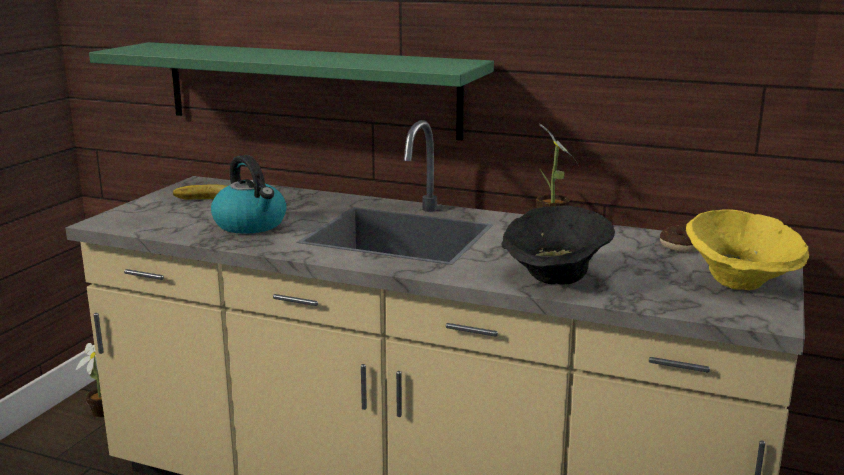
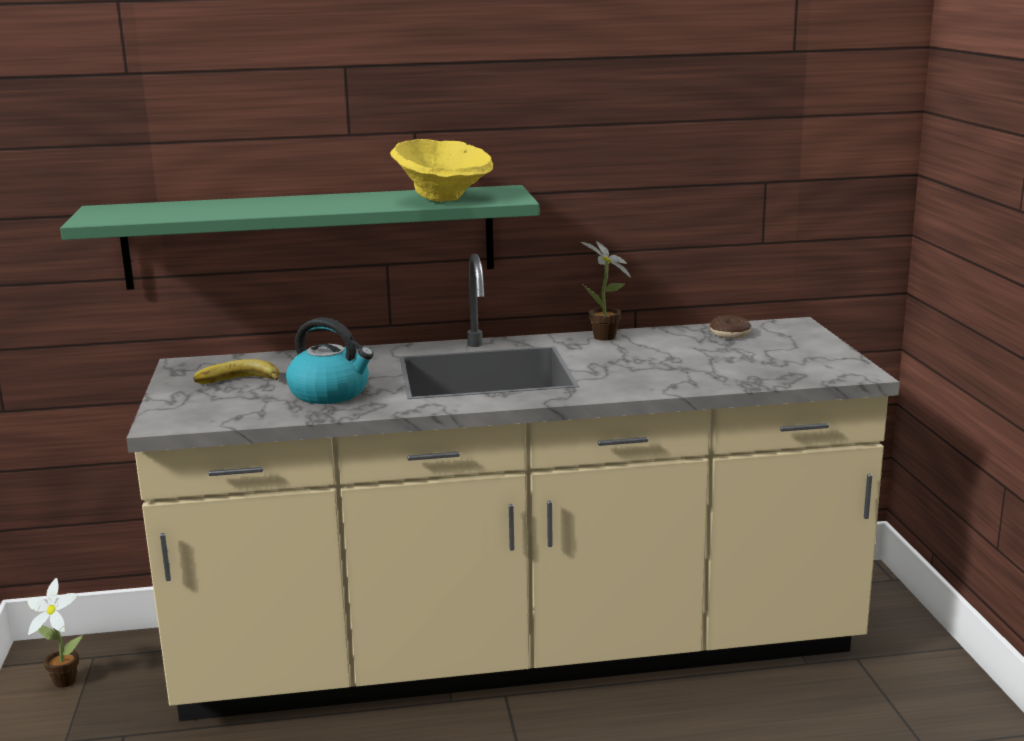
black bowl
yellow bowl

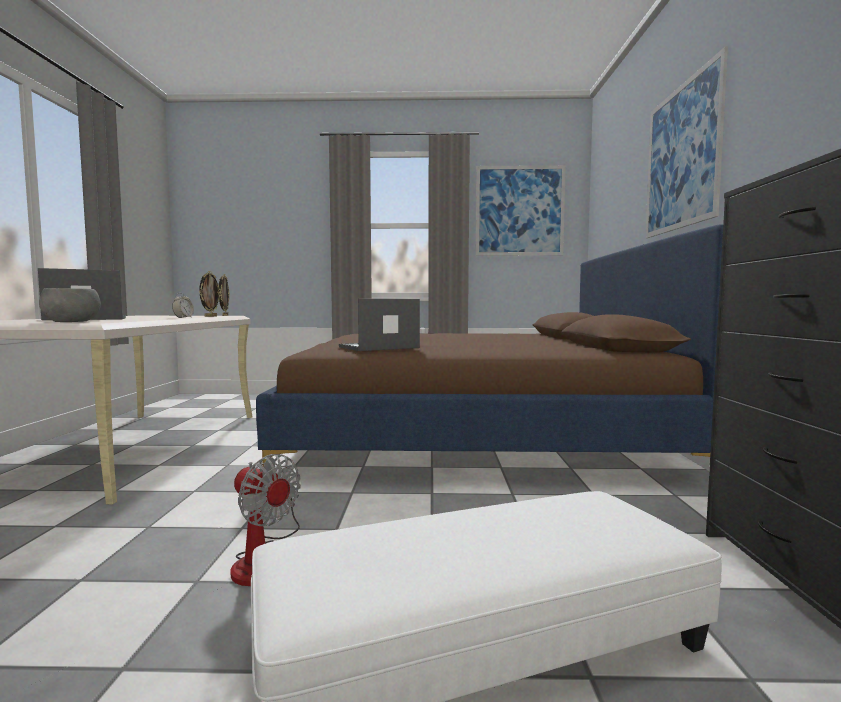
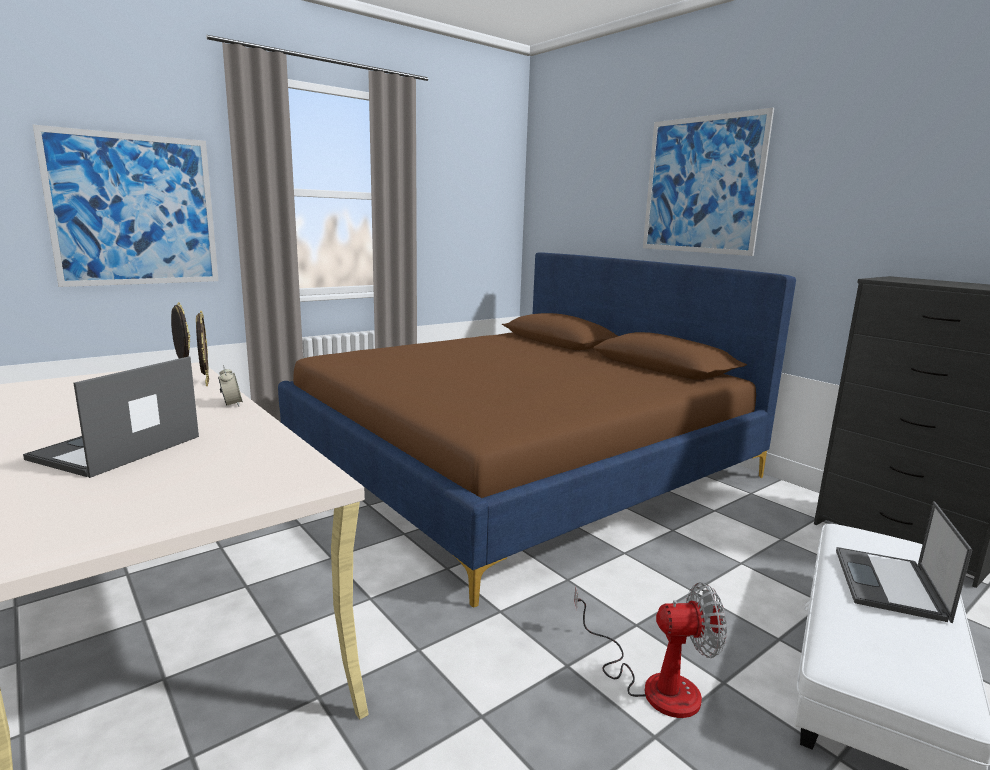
picture (1st from left)
grey bowl
laptop (2nd from left)

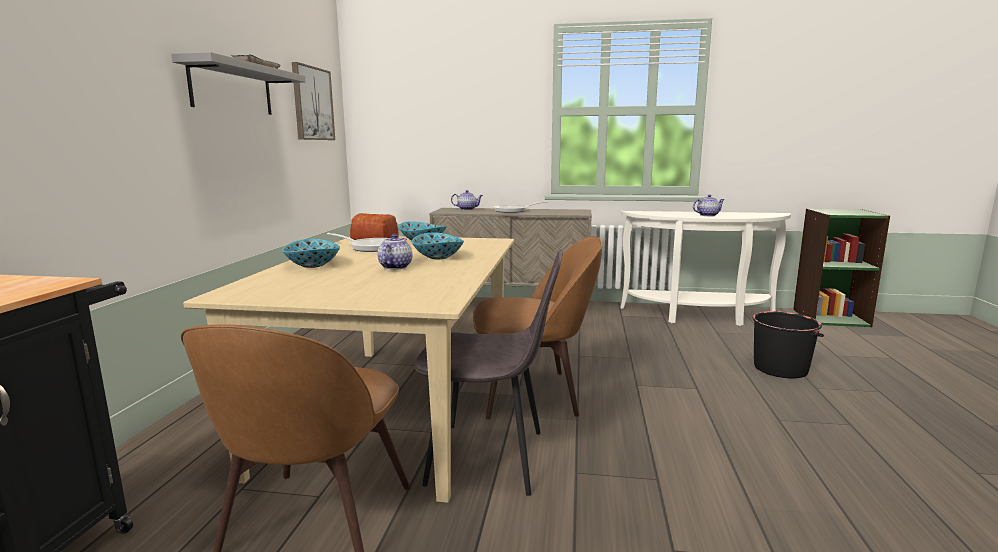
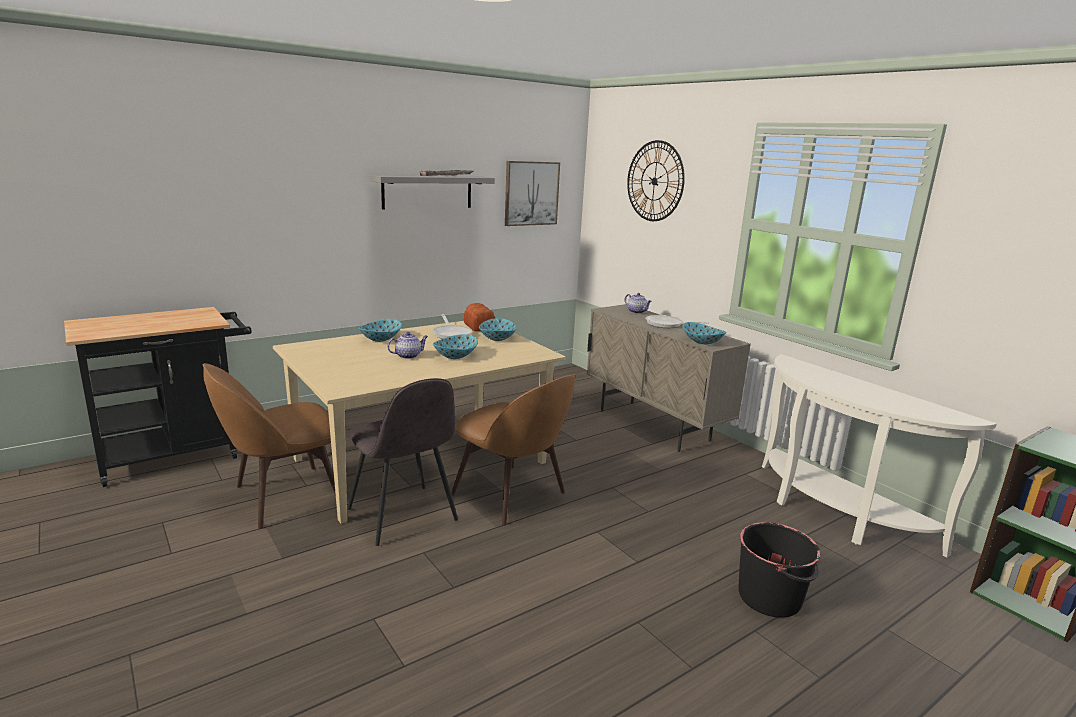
teapot (3rd from left in the first image)
wall clock
bowl (4th from left)

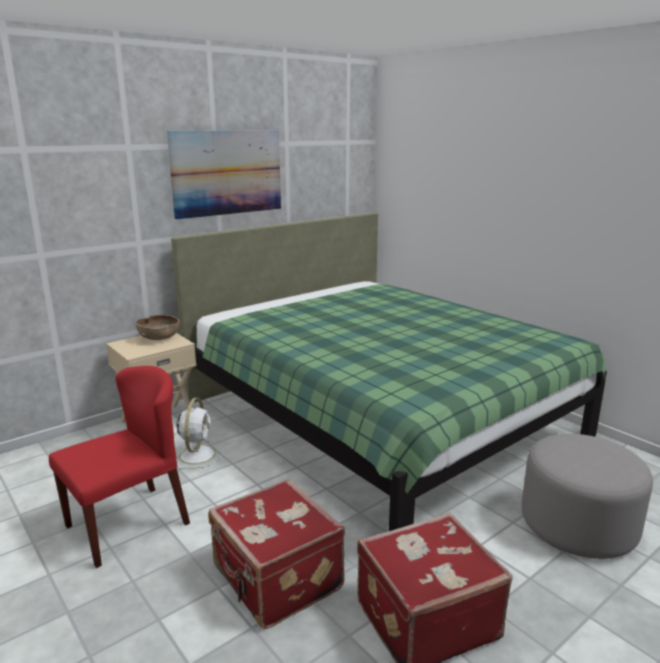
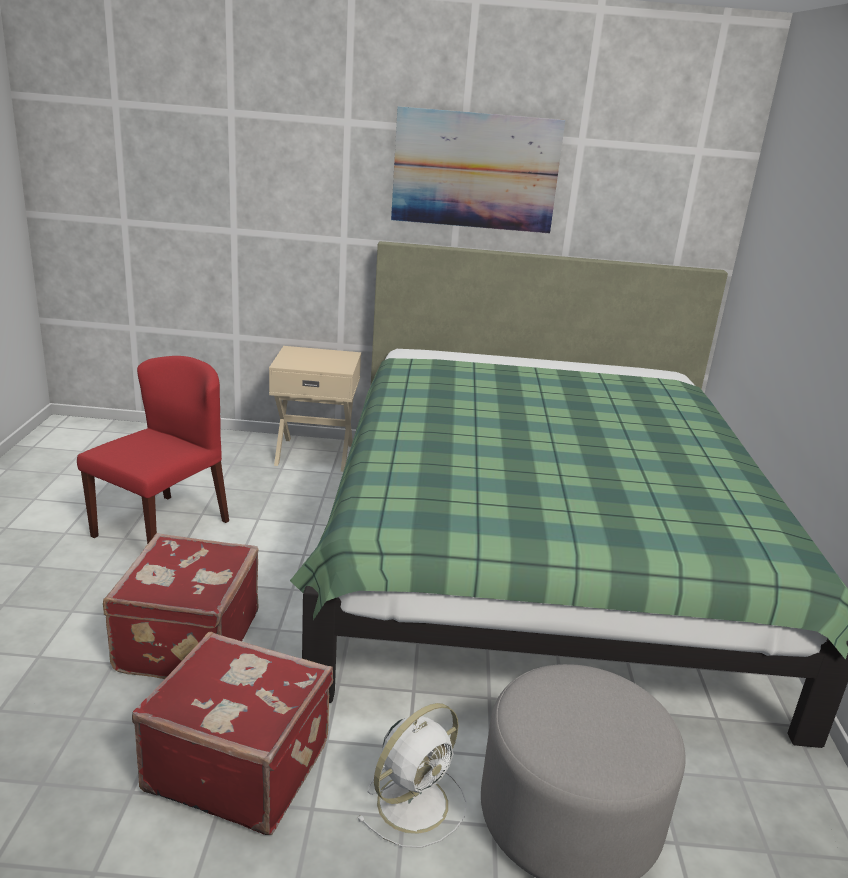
brown bowl
red chair
white fan

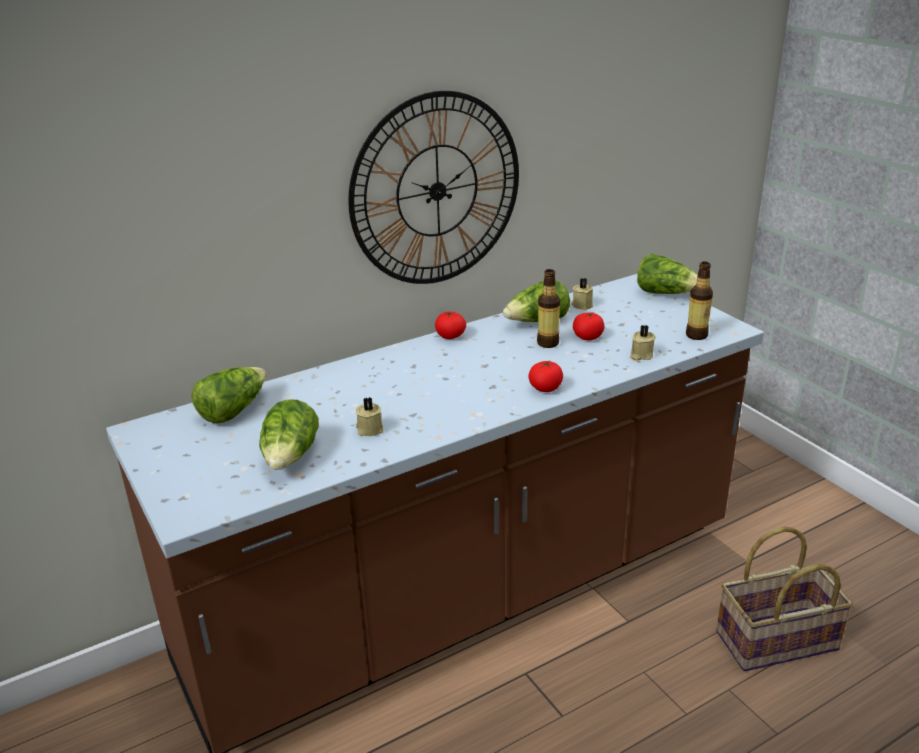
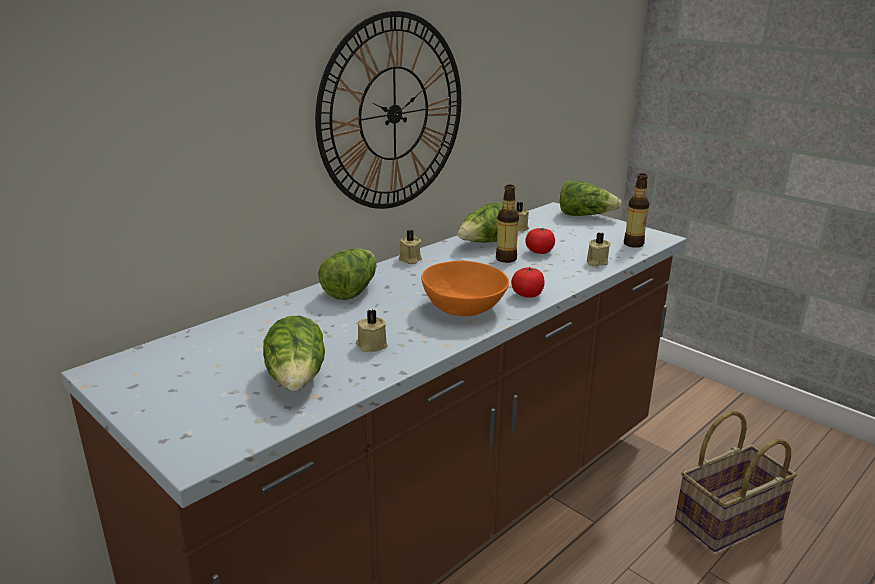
beige candle (2nd from left)
lettuce (2nd from left)
orange bowl

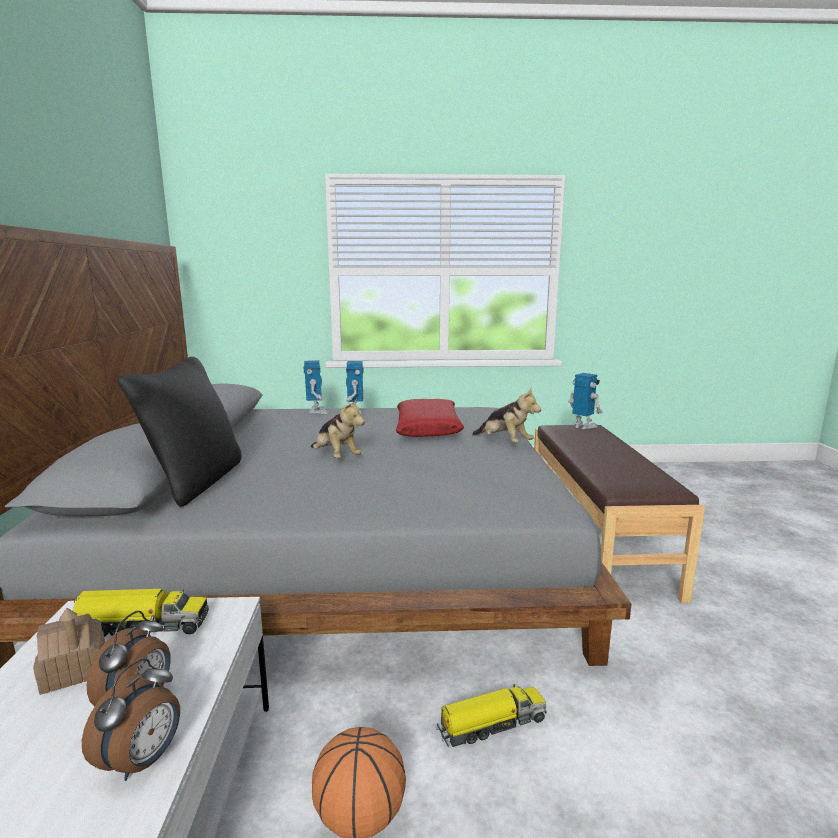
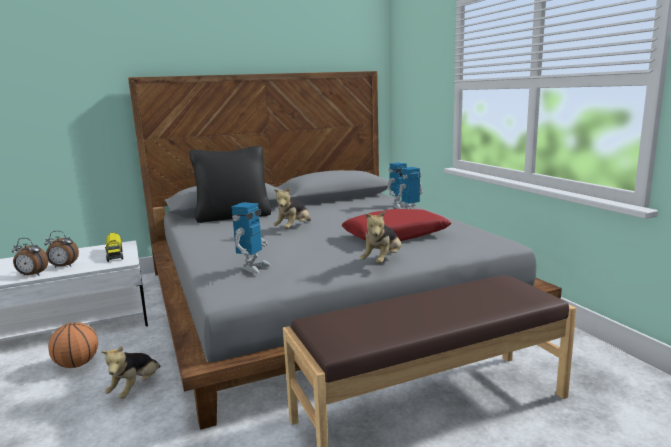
toy robot (1st from left)
toy house
plush toy (1st from left)

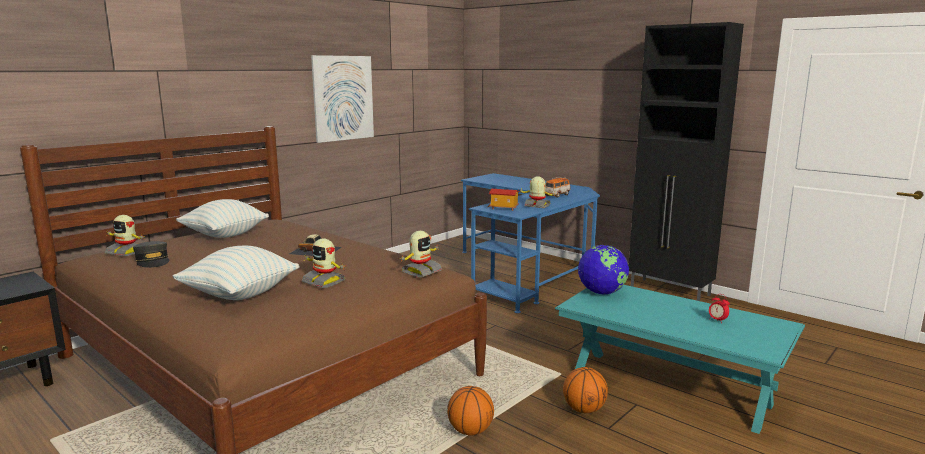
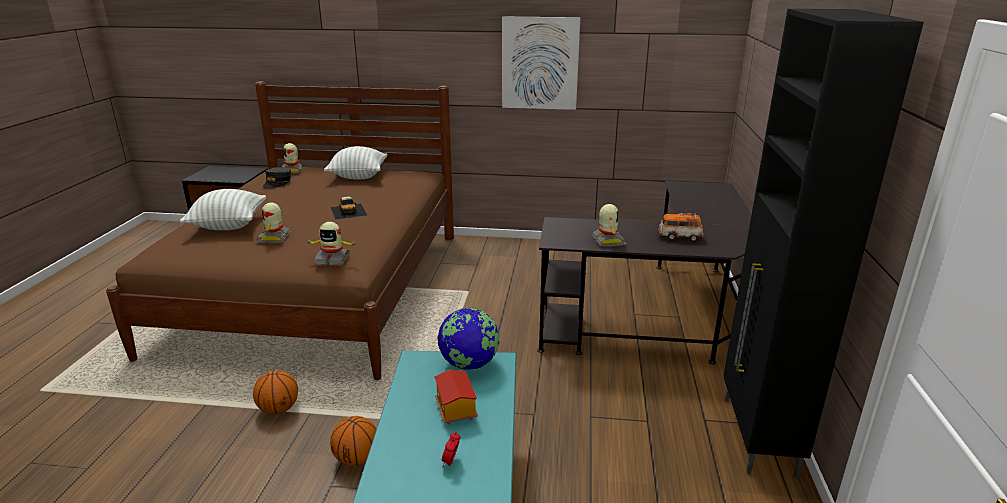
black desk
toy house

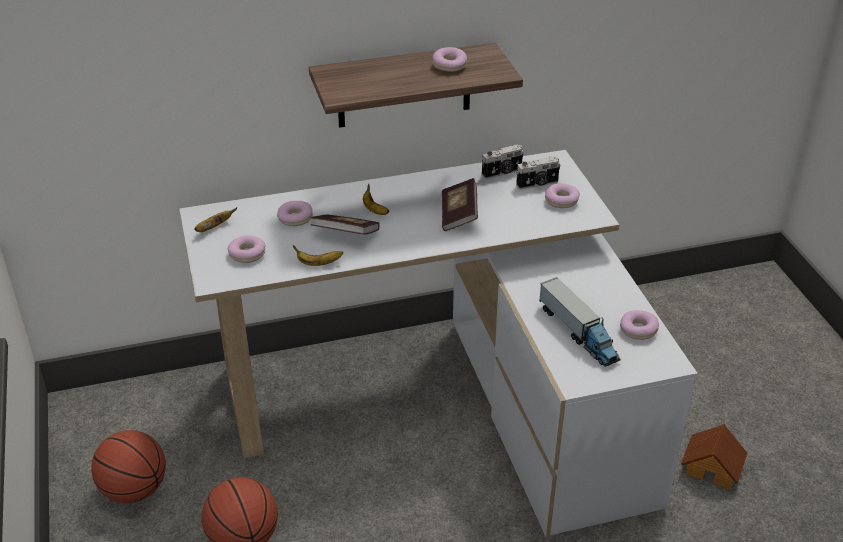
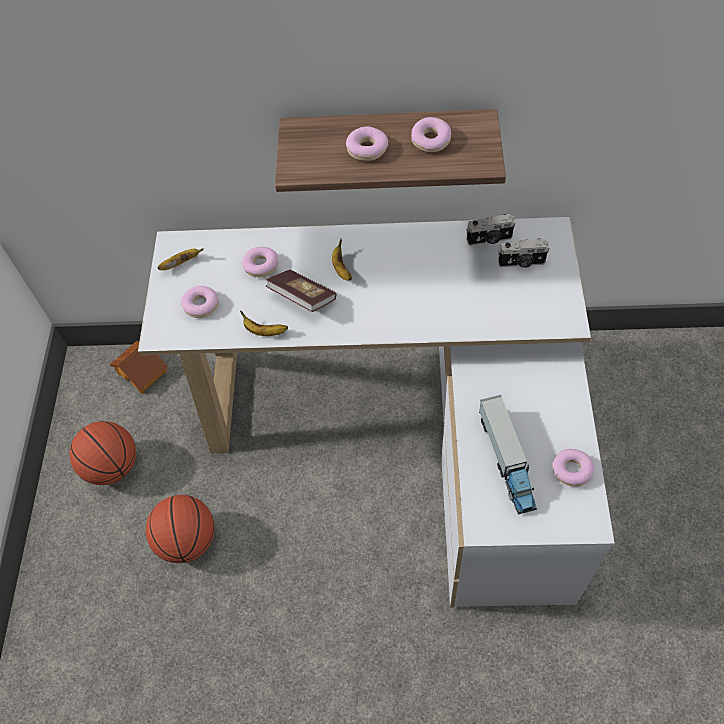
book (2nd from left in the first image)
donut (3rd from left)
toy house

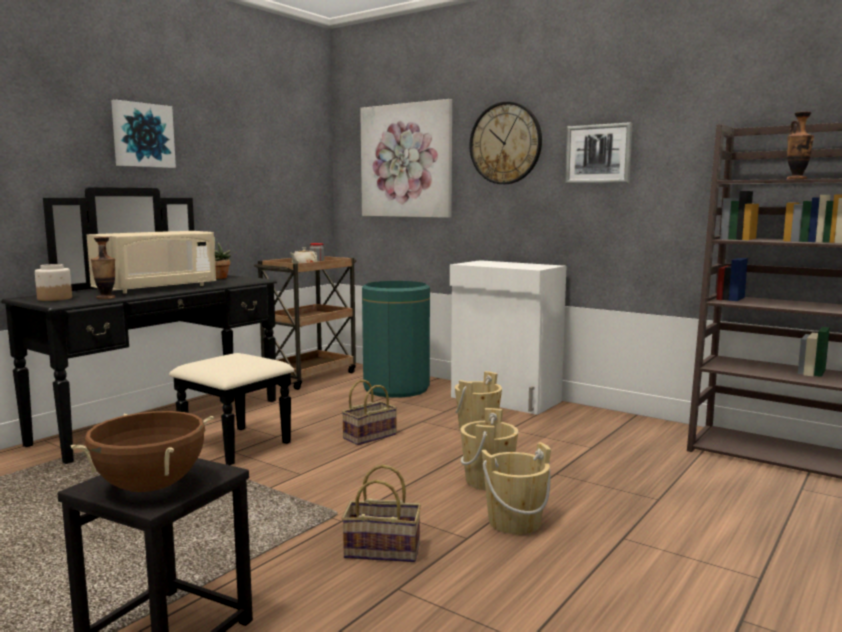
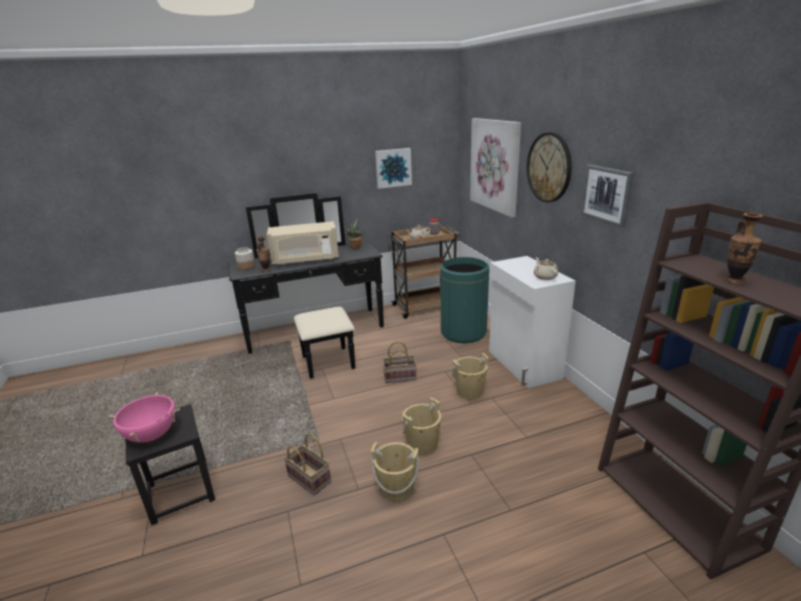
picture (1st from left)
pink cooking pot
beige teapot (2nd from left)

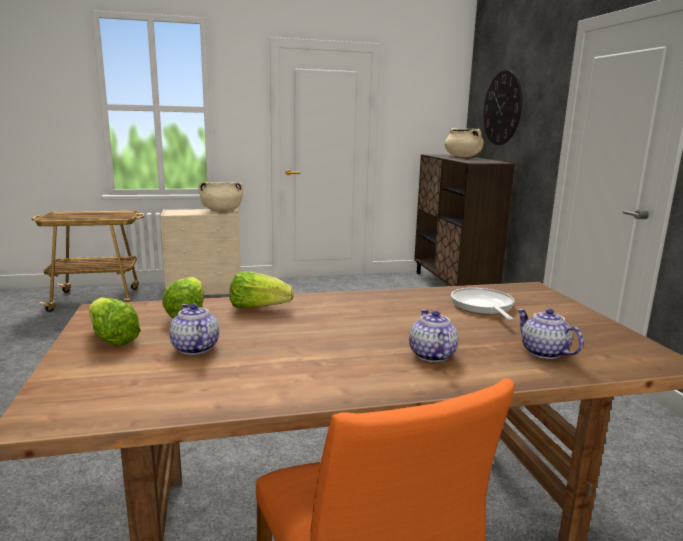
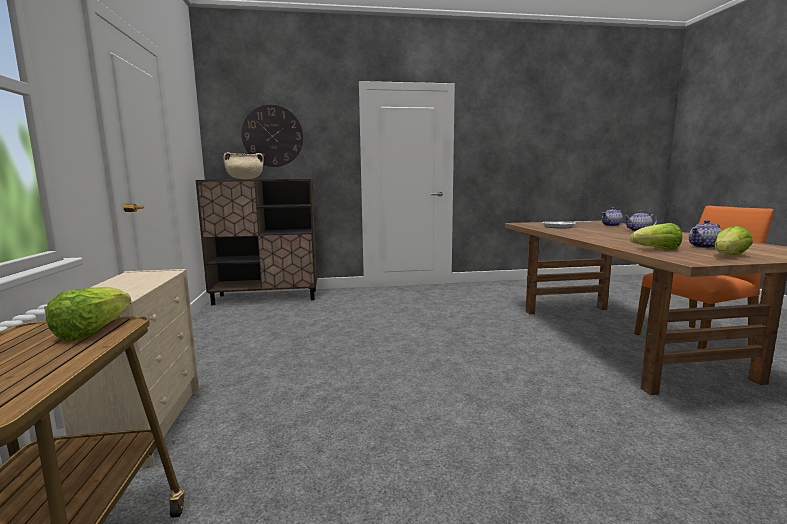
beige cooking pot (1st from left in the first image)
lettuce (1st from left)

